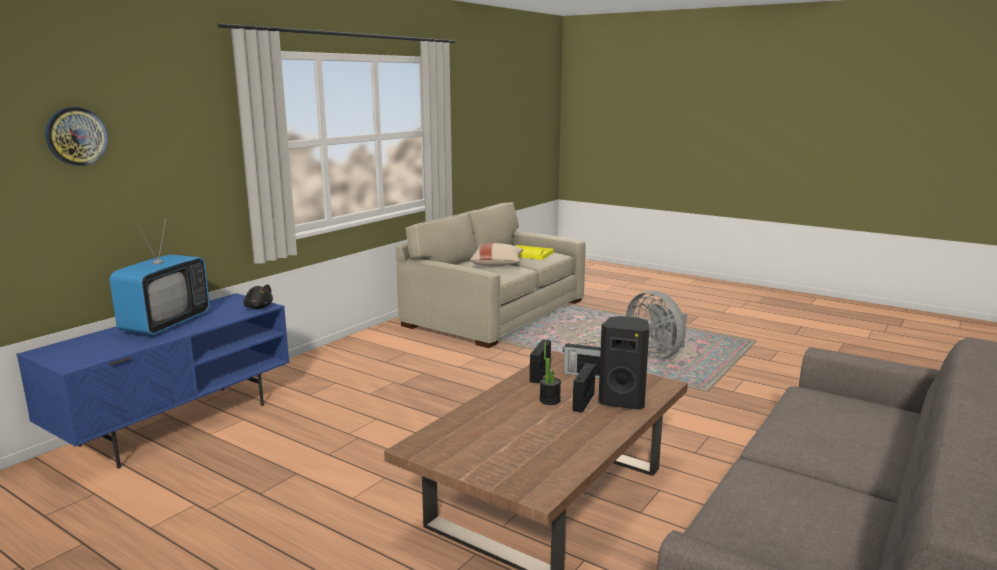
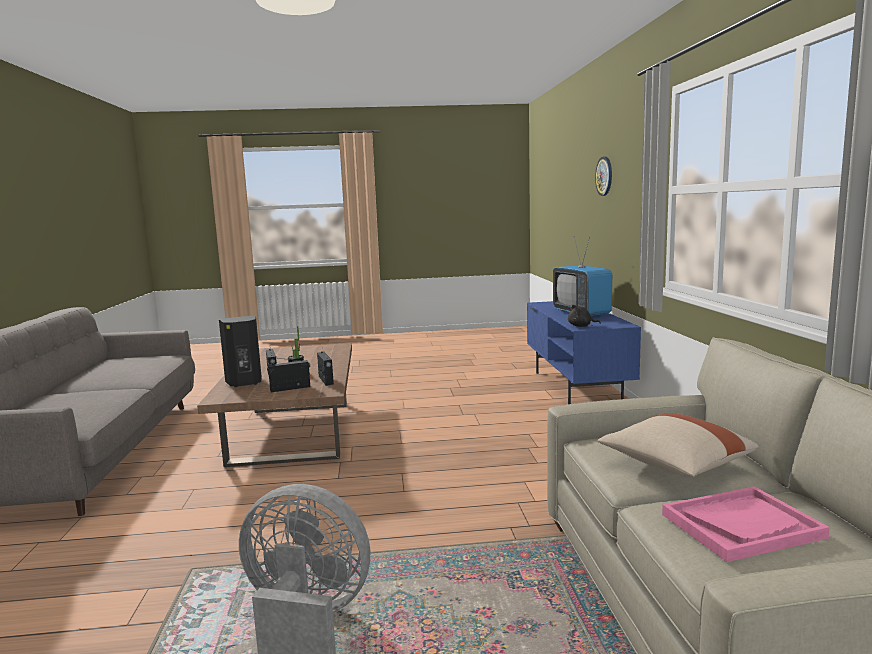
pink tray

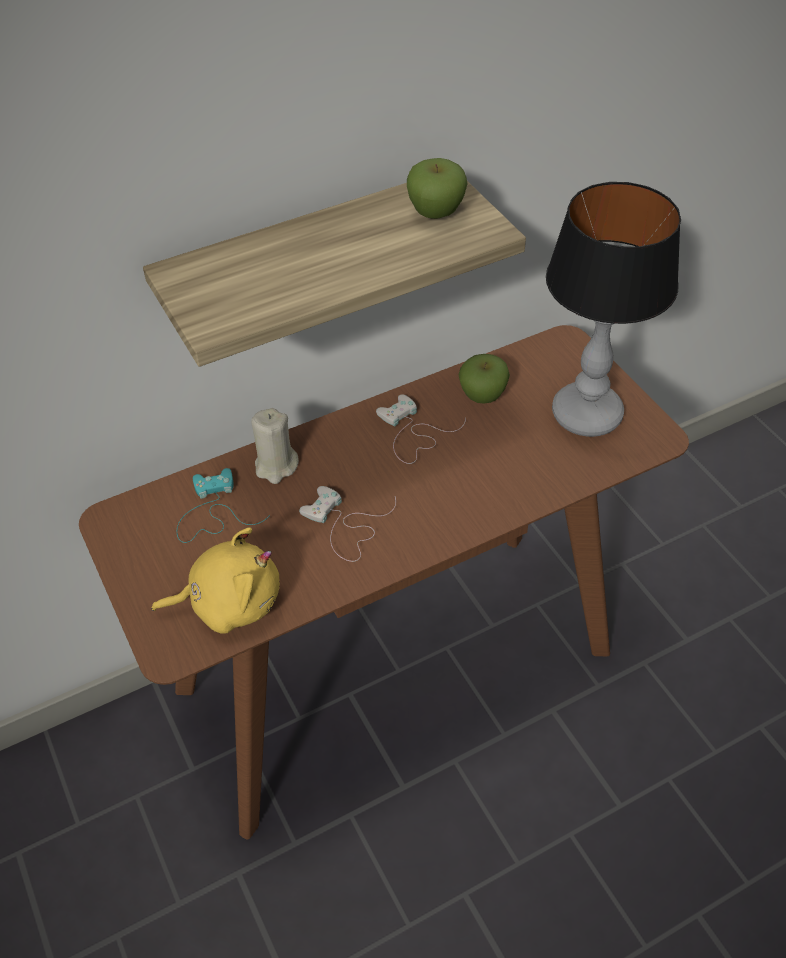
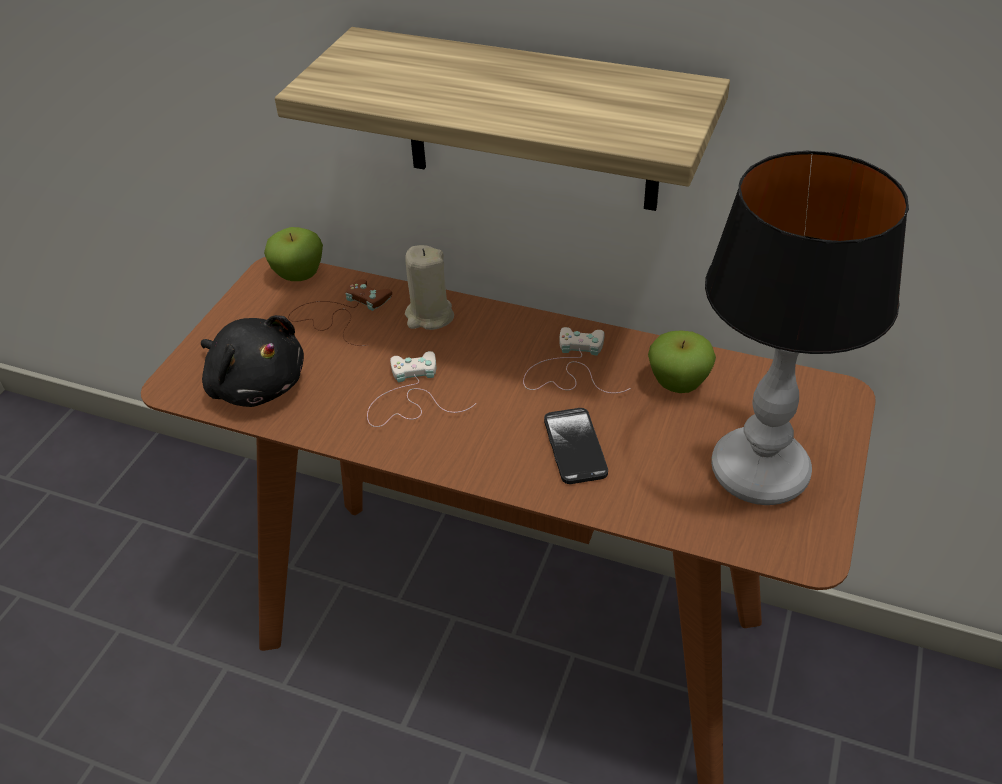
apple (1st from left)
brown game controller
black plush toy
phone

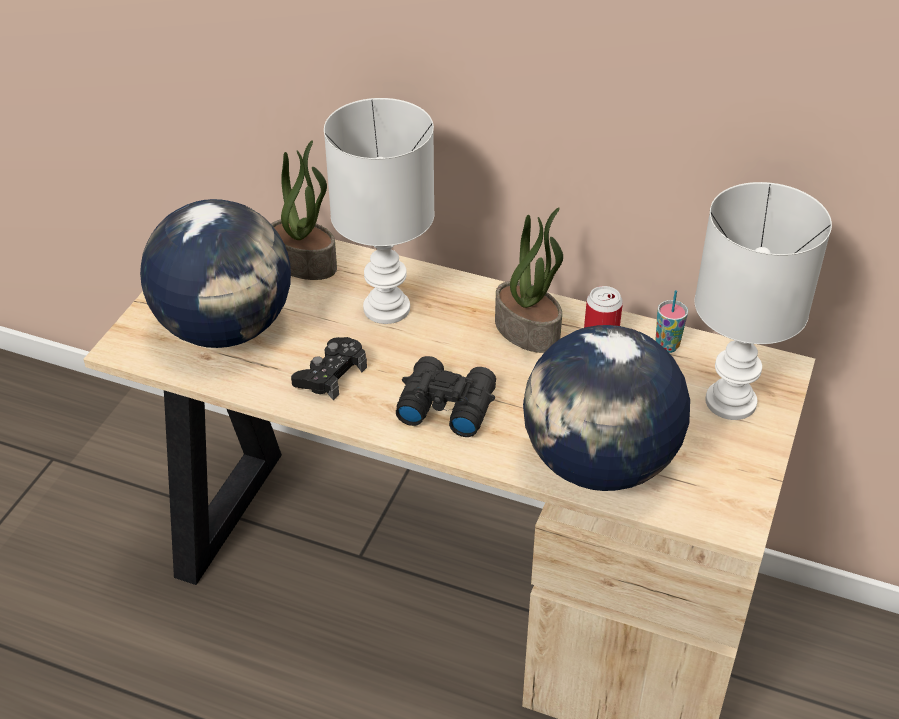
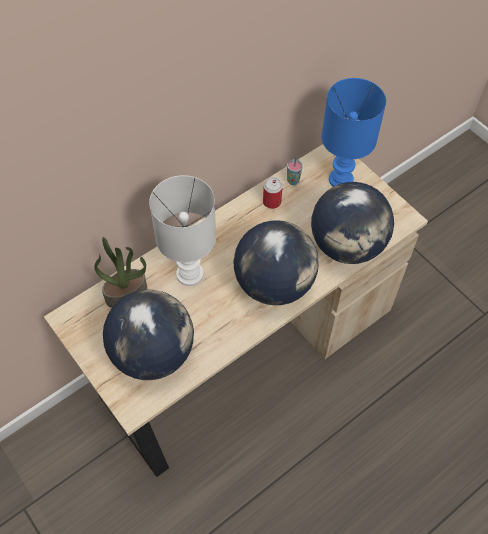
blue table lamp
potted plant (2nd from left in the first image)
black game controller
globe (2nd from left)

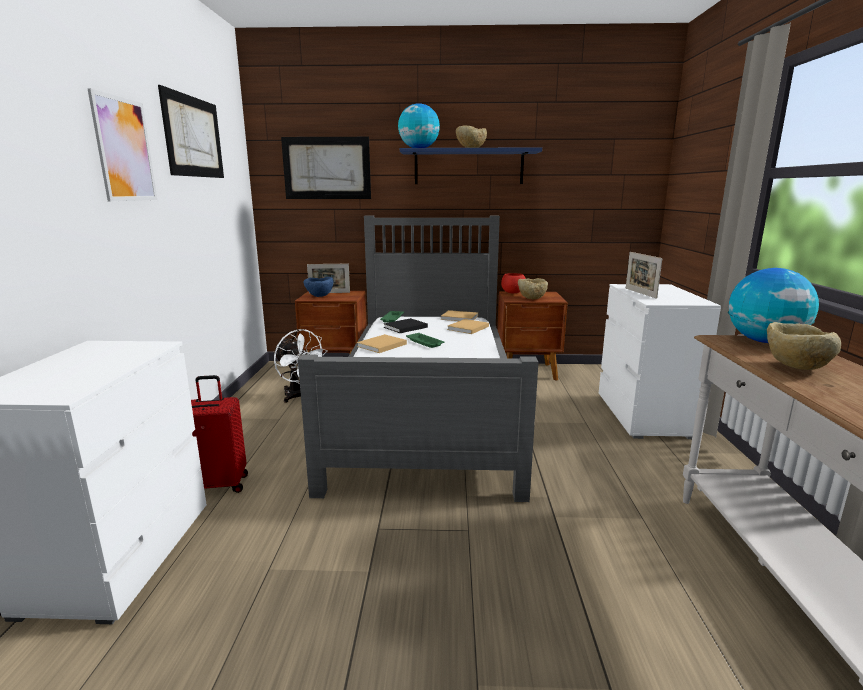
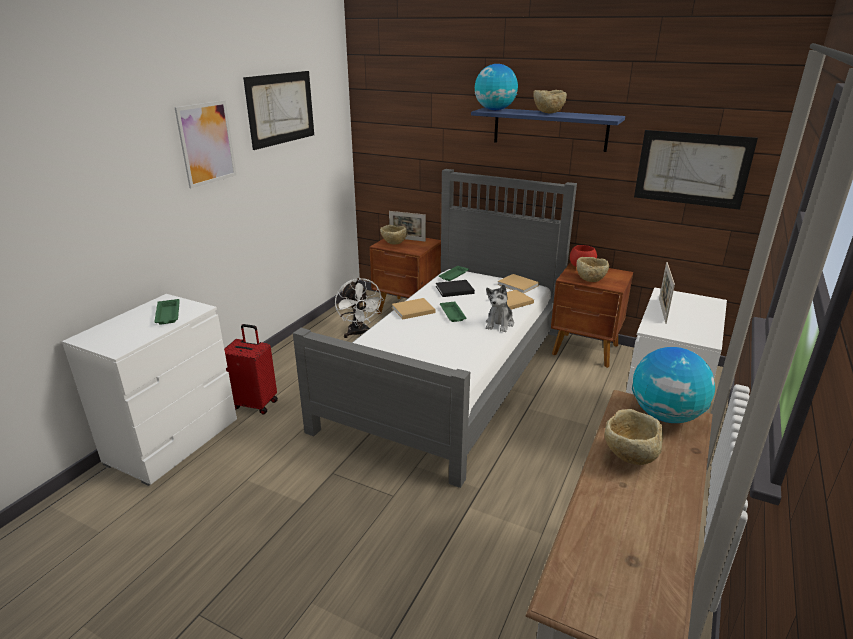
picture (3rd from left)
beige bowl (1st from left)
plush toy
green tray (1st from left)

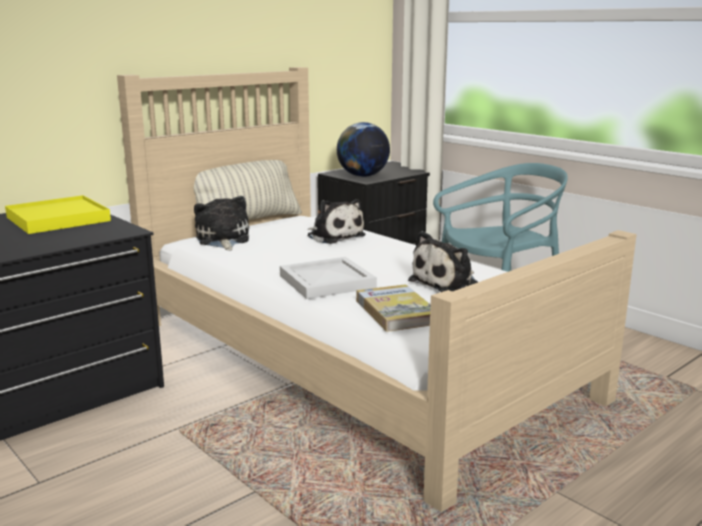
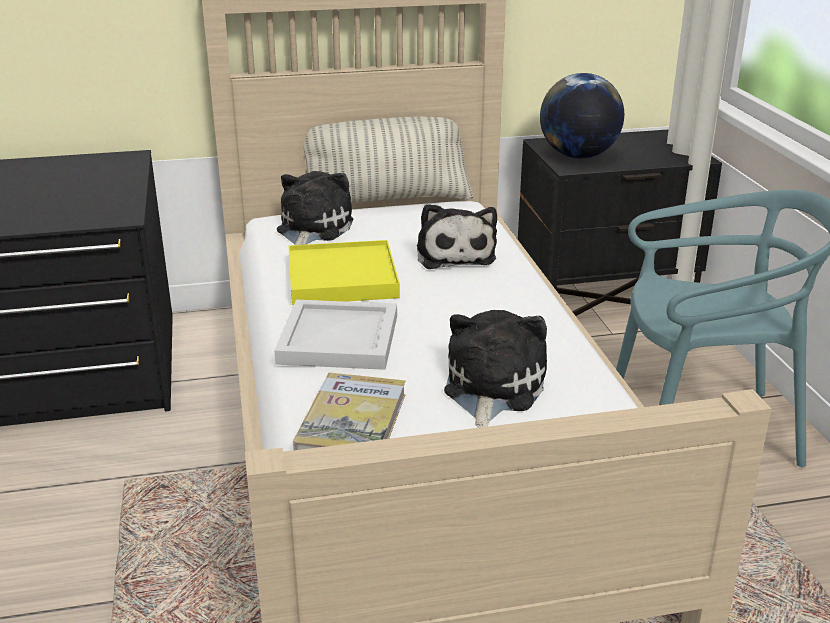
yellow tray
plush toy (3rd from left)

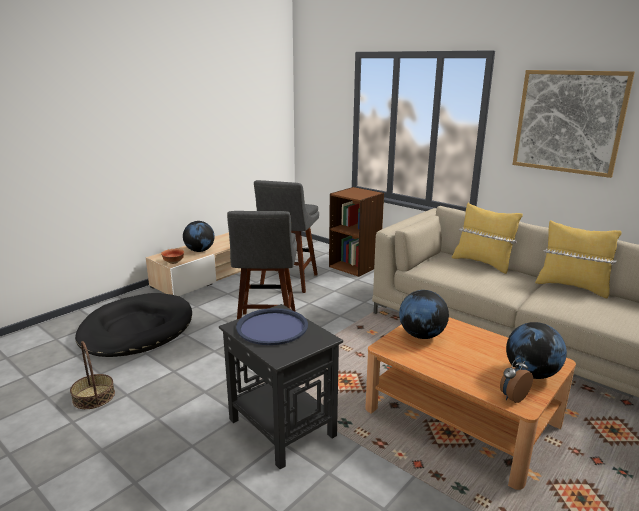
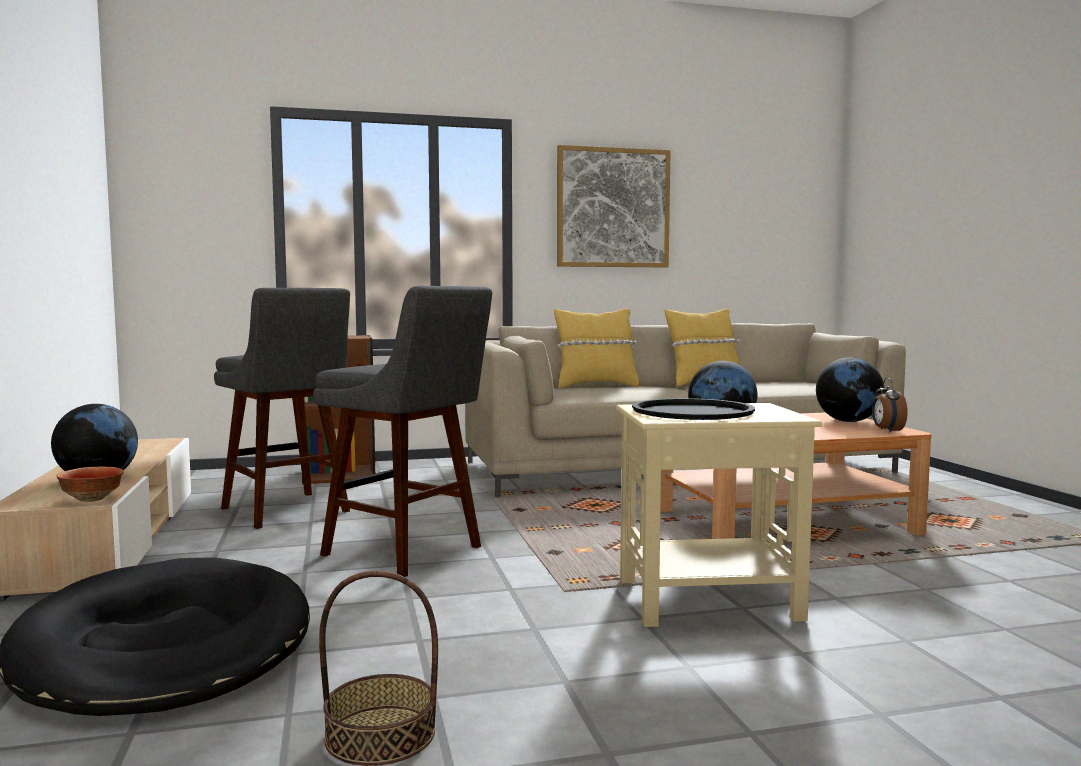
beige side table
black tray

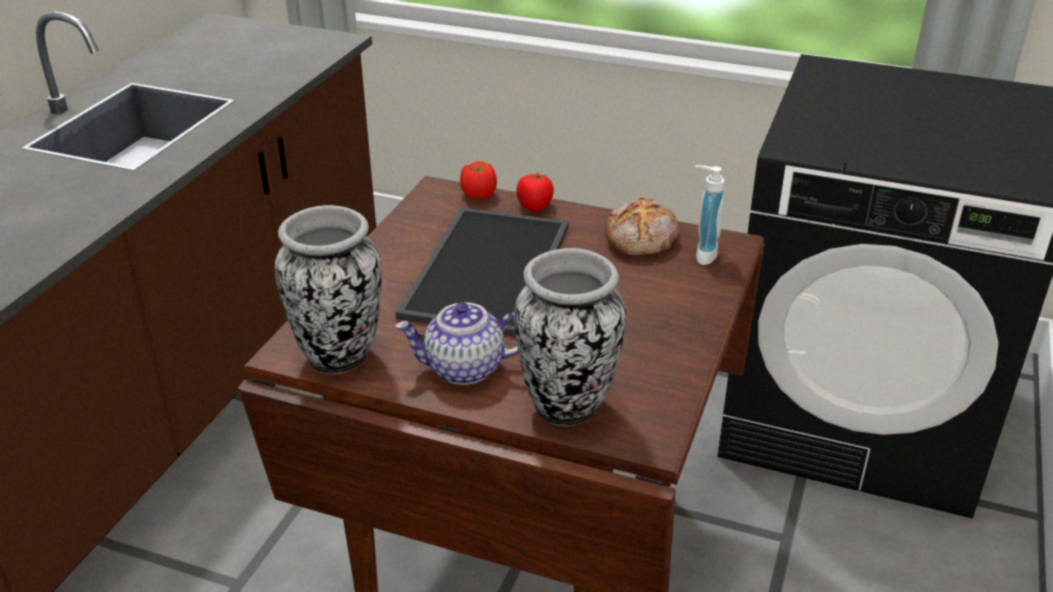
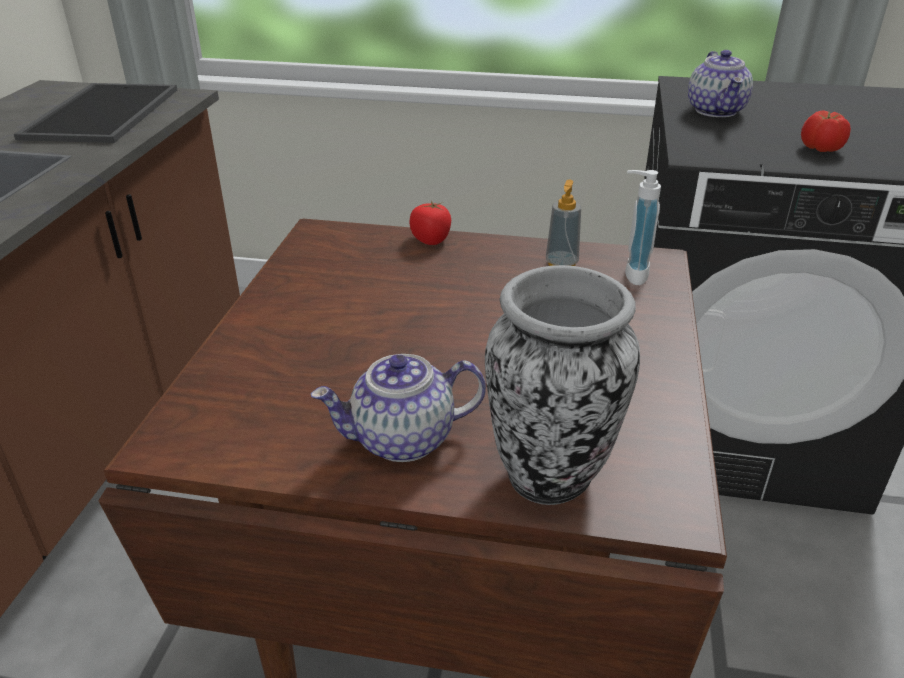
tomato (2nd from left)
soap dispenser (1st from left)
vase (1st from left in the first image)
tray
teapot (2nd from left)

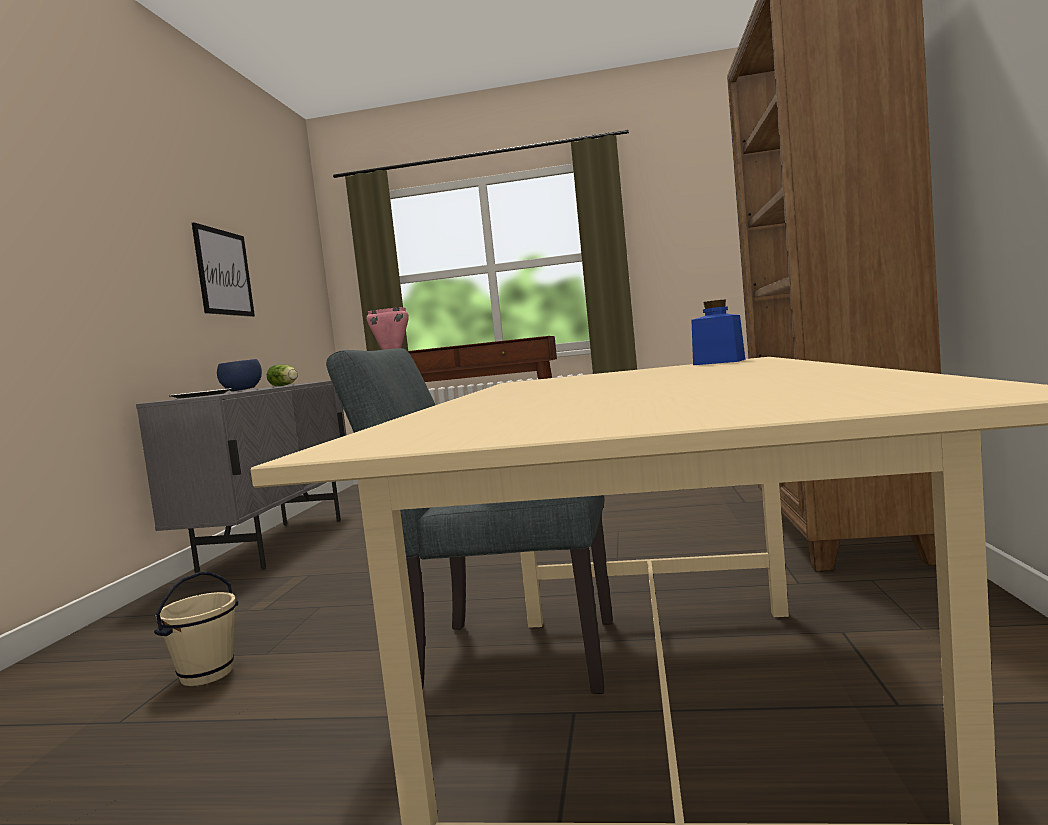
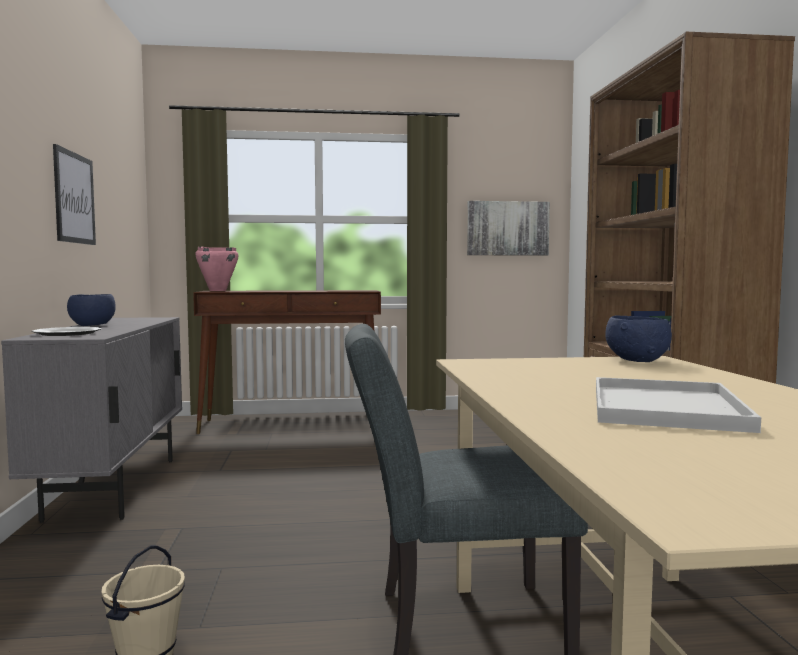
blue bowl (2nd from left)
lettuce
picture (2nd from left)
white tray

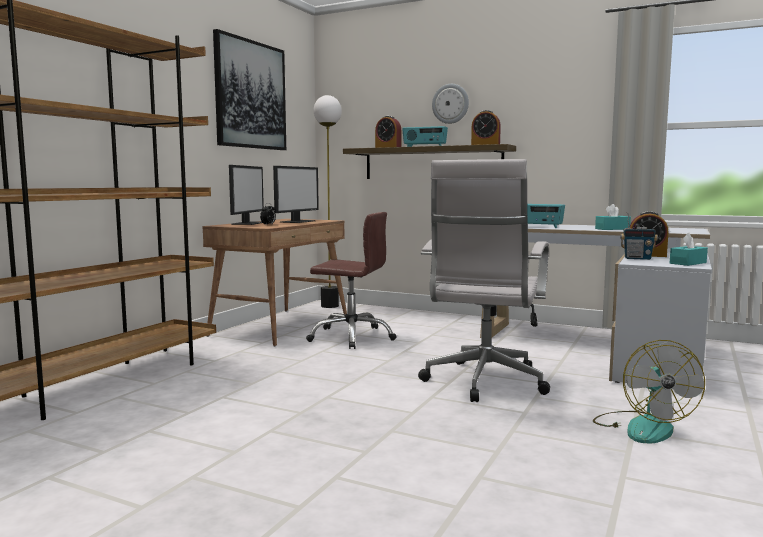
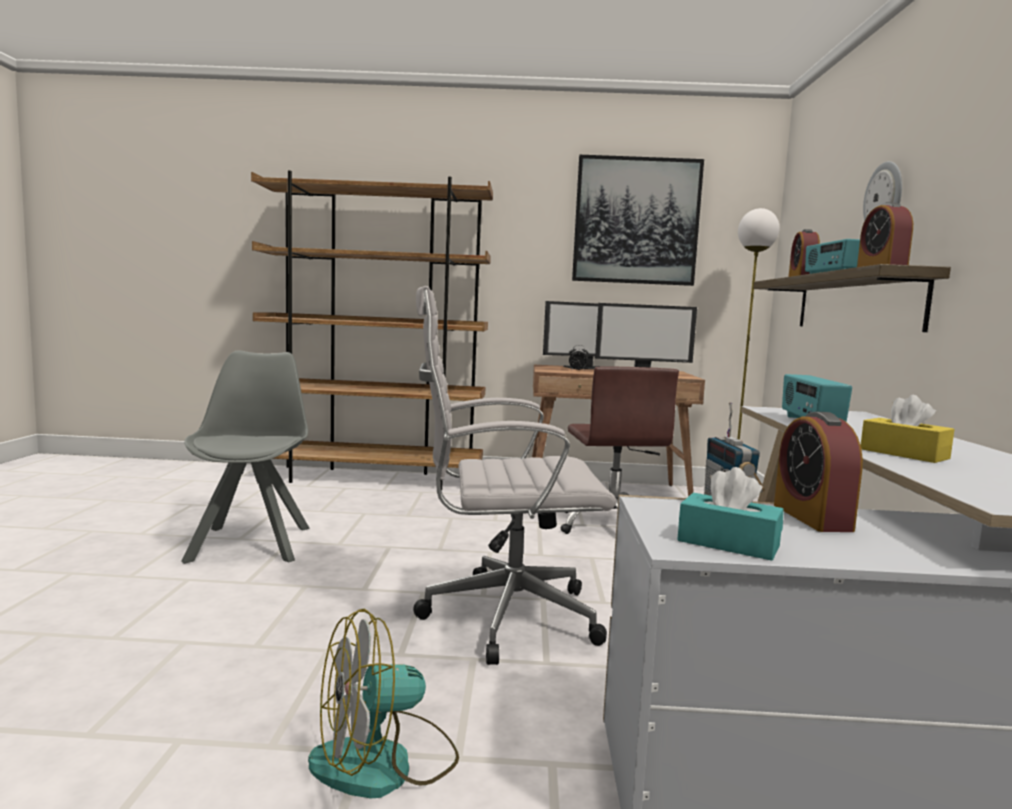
yellow tissue box
grey chair

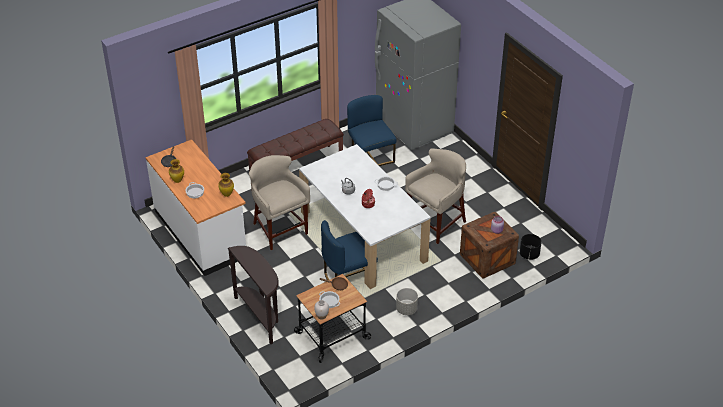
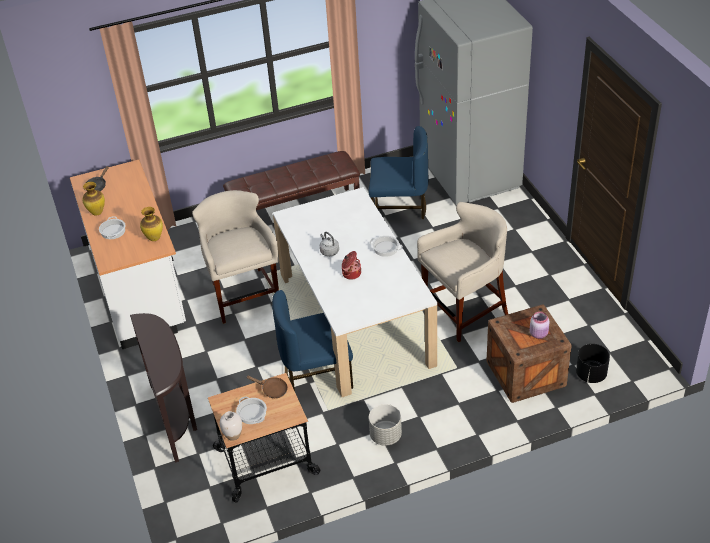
blue chair (2nd from left)

